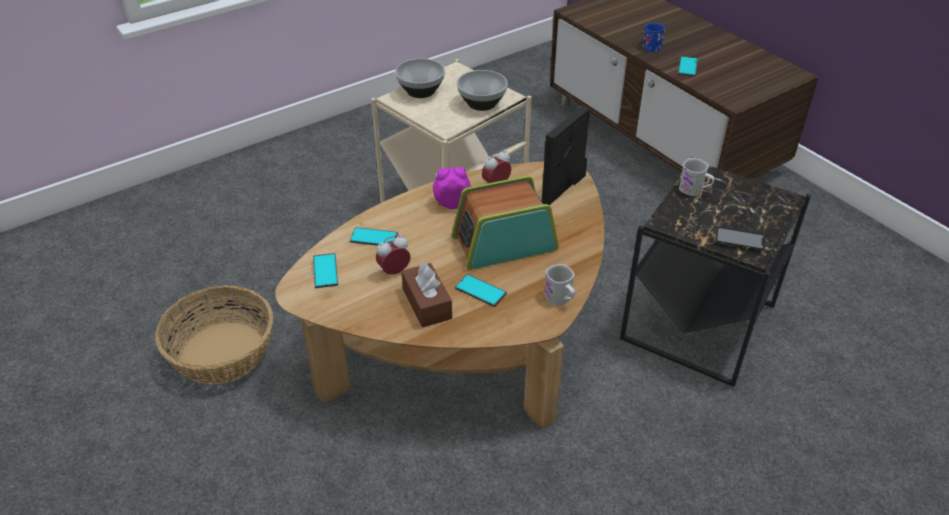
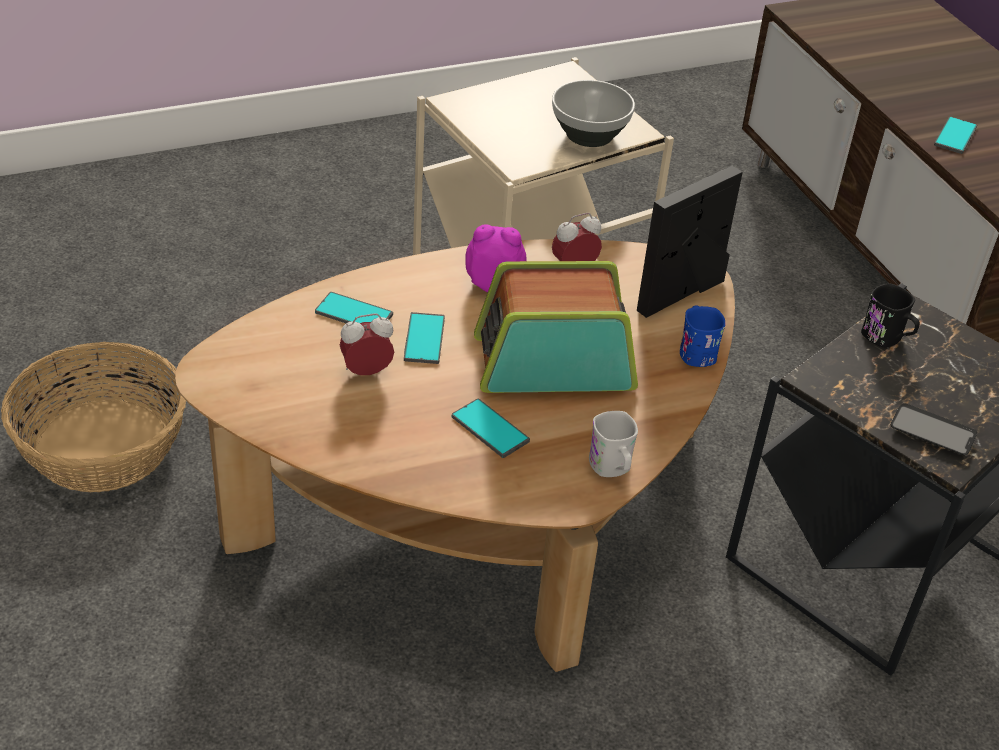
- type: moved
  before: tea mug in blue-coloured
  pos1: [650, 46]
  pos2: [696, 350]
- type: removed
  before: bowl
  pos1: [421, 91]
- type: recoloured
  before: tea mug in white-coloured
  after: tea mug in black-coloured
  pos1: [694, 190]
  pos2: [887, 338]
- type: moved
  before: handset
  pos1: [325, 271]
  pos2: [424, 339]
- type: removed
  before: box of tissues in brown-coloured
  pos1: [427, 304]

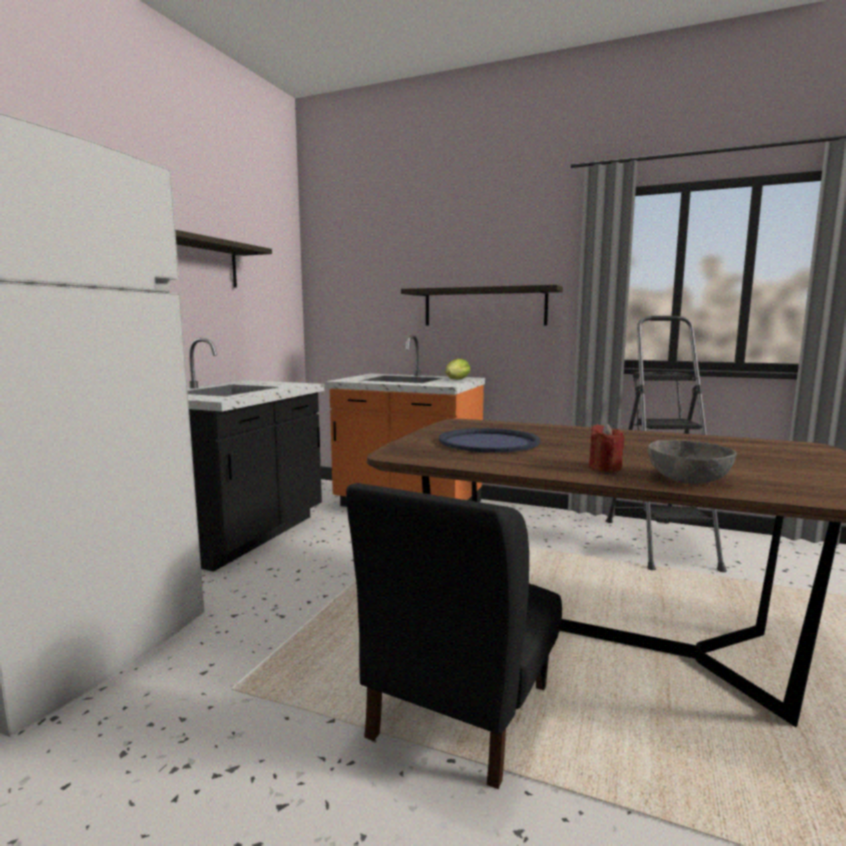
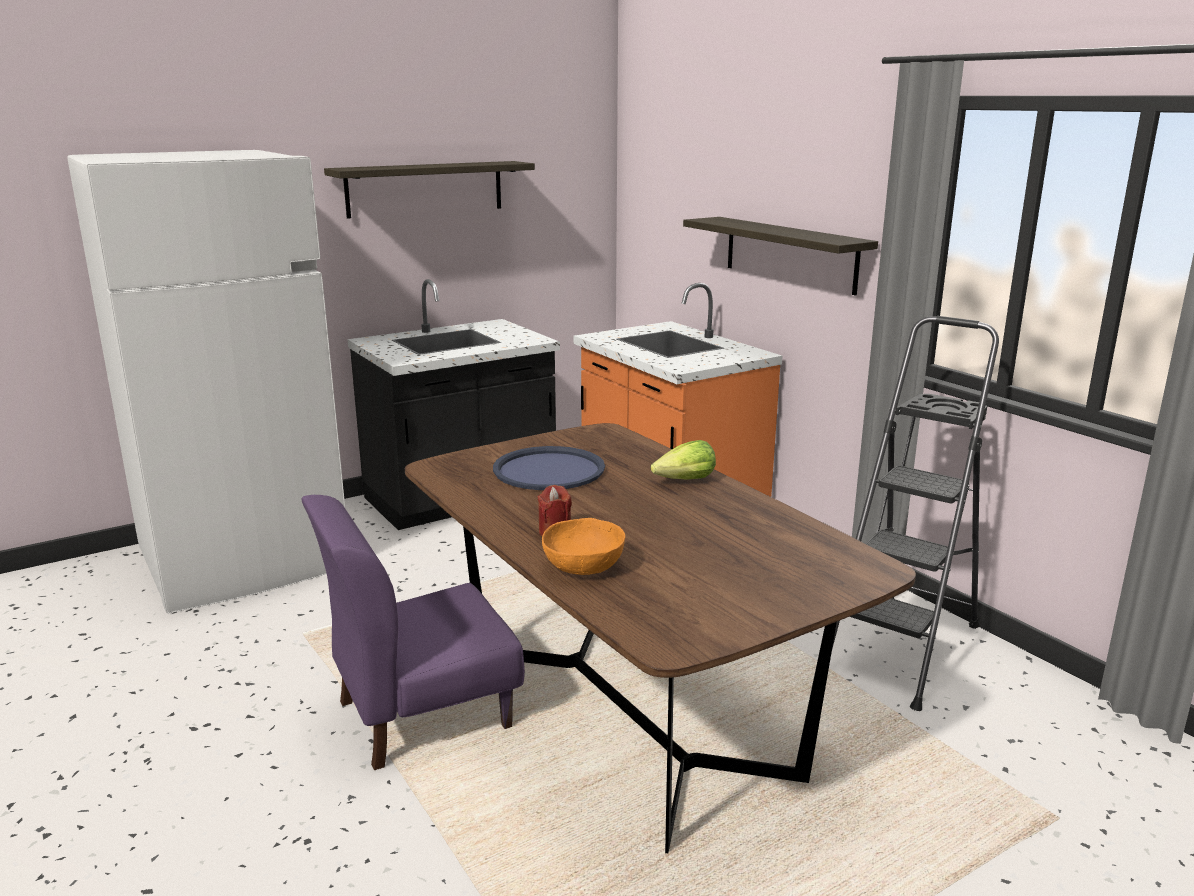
- type: moved
  before: lettuce
  pos1: [456, 380]
  pos2: [686, 480]
- type: recoloured
  before: bowl in gray
  after: bowl in orange-coloured
  pos1: [687, 479]
  pos2: [584, 566]
- type: recoloured
  before: chair in black-coloured
  after: chair in purple
  pos1: [459, 711]
  pos2: [422, 714]

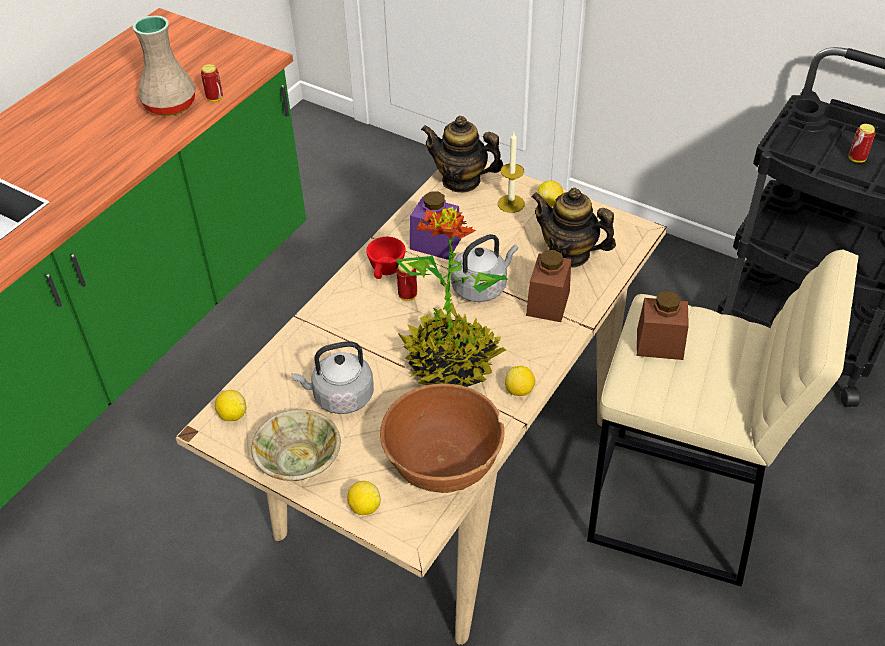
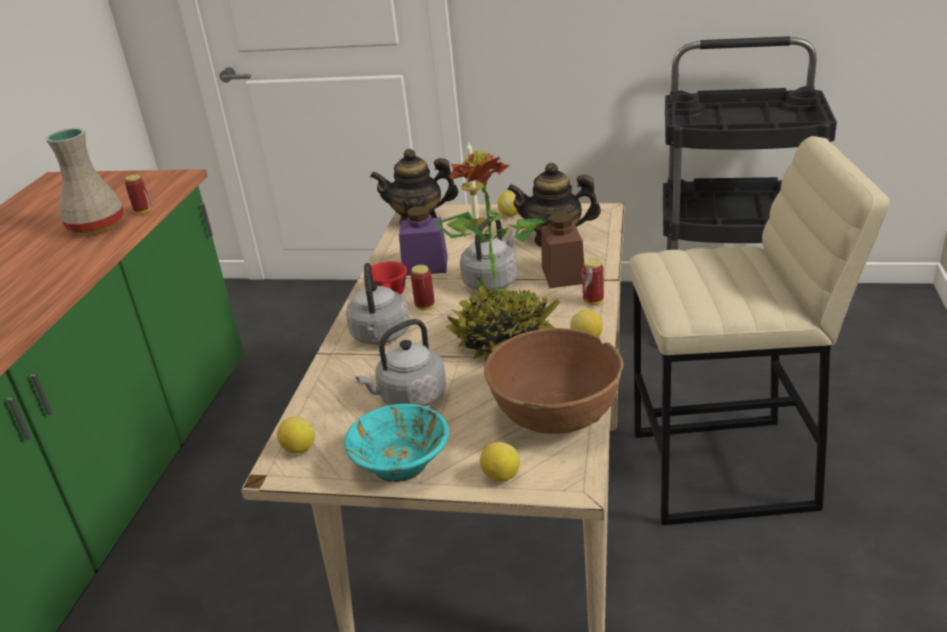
- type: moved
  before: sealed can
  pos1: [857, 159]
  pos2: [593, 301]
- type: removed
  before: jar in brown-coloured
  pos1: [659, 344]
- type: recoloured
  before: bowl in beige
  after: bowl in turquoise
  pos1: [300, 461]
  pos2: [401, 462]
- type: added
  after: tea kettle in gray
  pos2: [380, 336]

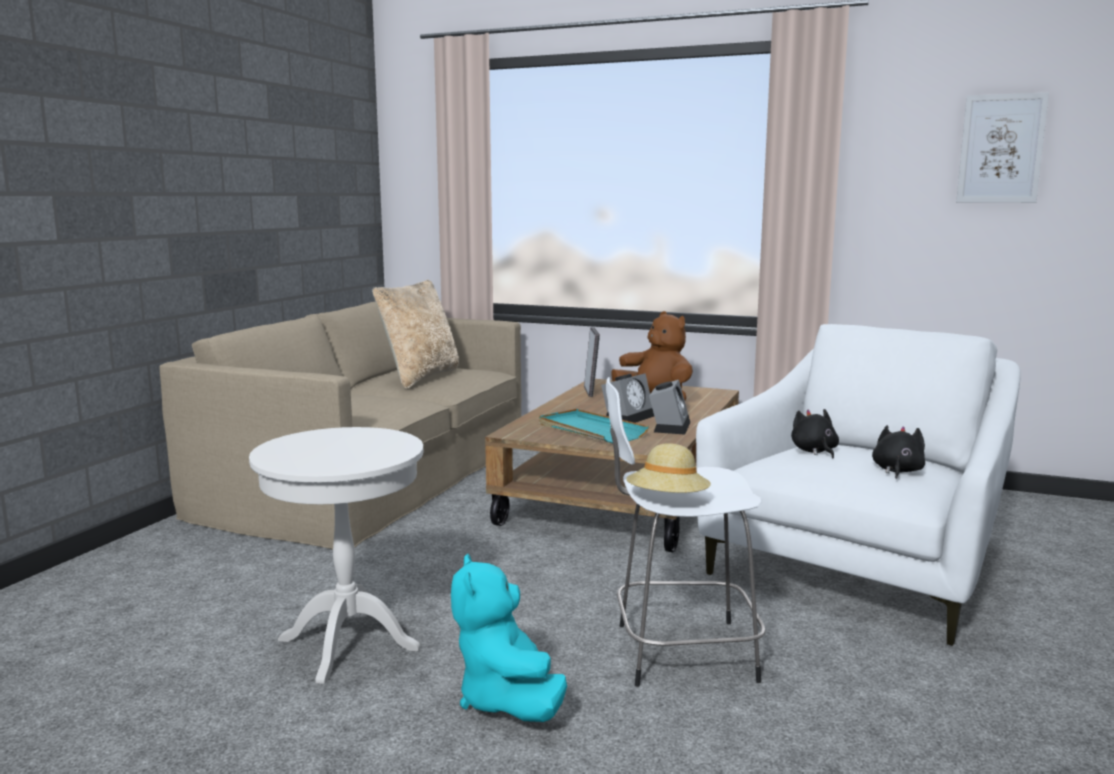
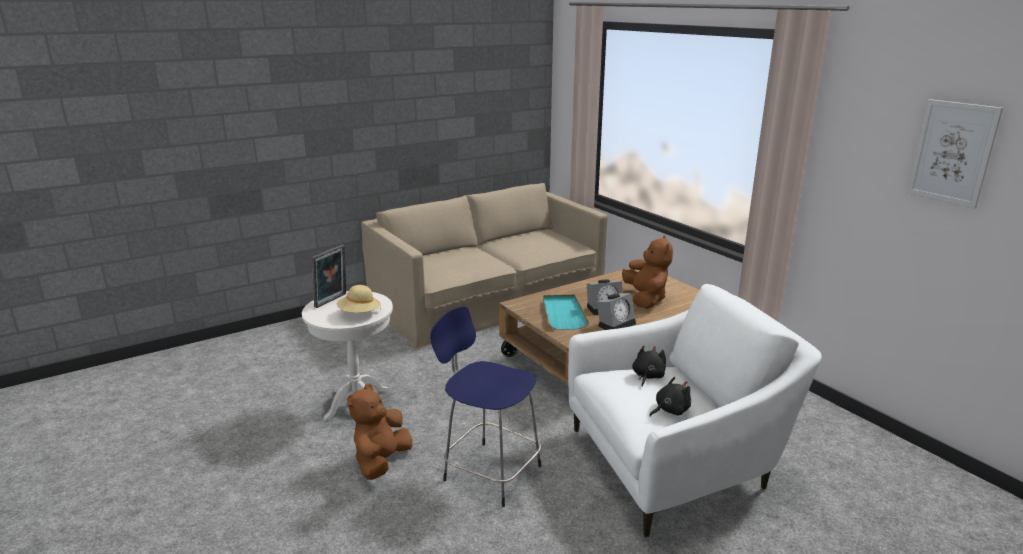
- type: removed
  before: throw pillow in beige
  pos1: [421, 378]
- type: moved
  before: picture frame
  pos1: [591, 391]
  pos2: [332, 301]
- type: recoloured
  before: stool seat in white-coloured
  after: stool seat in blue-coloured
  pos1: [679, 652]
  pos2: [489, 471]
- type: moved
  before: wearable hat in beige
  pos1: [668, 501]
  pos2: [359, 313]
- type: recoloured
  before: cuddly toy in turquoise
  after: cuddly toy in brown-coloured
  pos1: [507, 700]
  pos2: [381, 462]

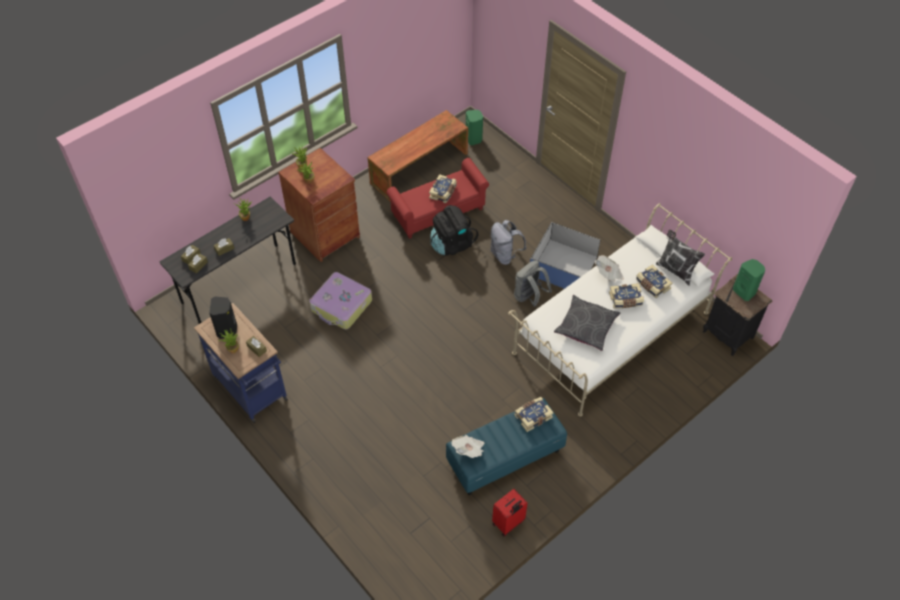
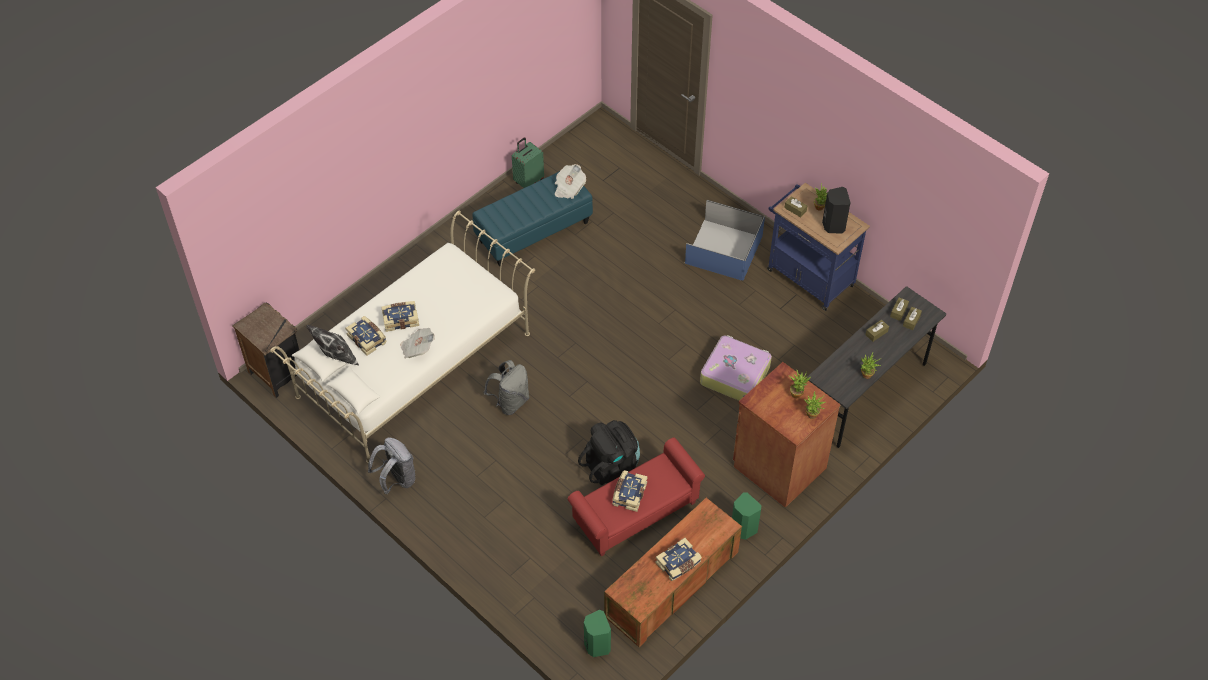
- type: moved
  before: backpack in gray
  pos1: [505, 255]
  pos2: [396, 480]
- type: moved
  before: storage box in blue-coloured
  pos1: [563, 266]
  pos2: [724, 249]
- type: moved
  before: speaker in green-coloured
  pos1: [744, 291]
  pos2: [743, 529]
- type: removed
  before: throw pillow in gray
  pos1: [586, 326]
- type: moved
  before: book
  pos1: [532, 416]
  pos2: [678, 563]
- type: recoloured
  before: suitcase in reddish
  after: suitcase in green-coloured
  pos1: [508, 523]
  pos2: [528, 181]

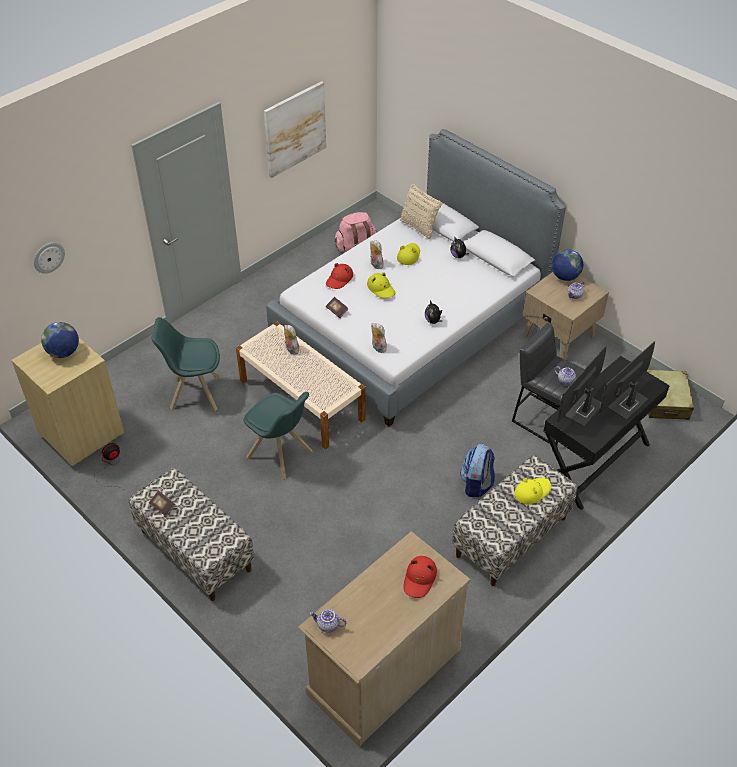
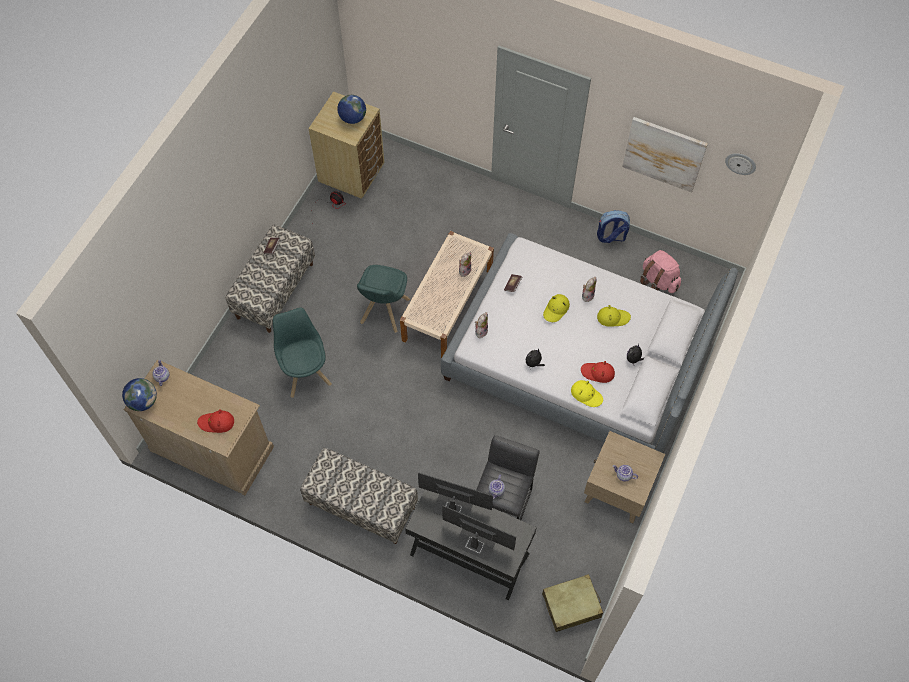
- type: removed
  before: throw pillow in beige
  pos1: [420, 227]
- type: moved
  before: hanging clock
  pos1: [48, 257]
  pos2: [740, 163]
- type: moved
  before: world globe
  pos1: [565, 276]
  pos2: [143, 401]
- type: moved
  before: wearable hat in reddish
  pos1: [339, 279]
  pos2: [597, 373]
- type: moved
  before: chair in turquoise
  pos1: [195, 393]
  pos2: [305, 373]
- type: moved
  before: backpack
  pos1: [476, 484]
  pos2: [611, 237]
- type: moved
  before: wearable hat in yellowish
  pos1: [532, 491]
  pos2: [586, 394]

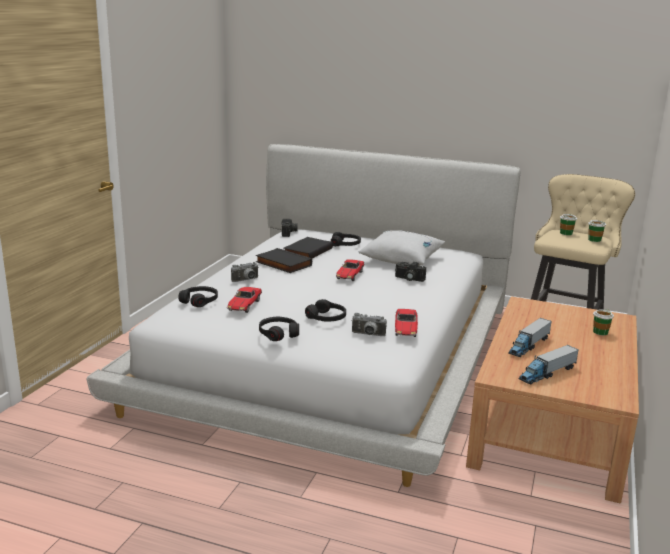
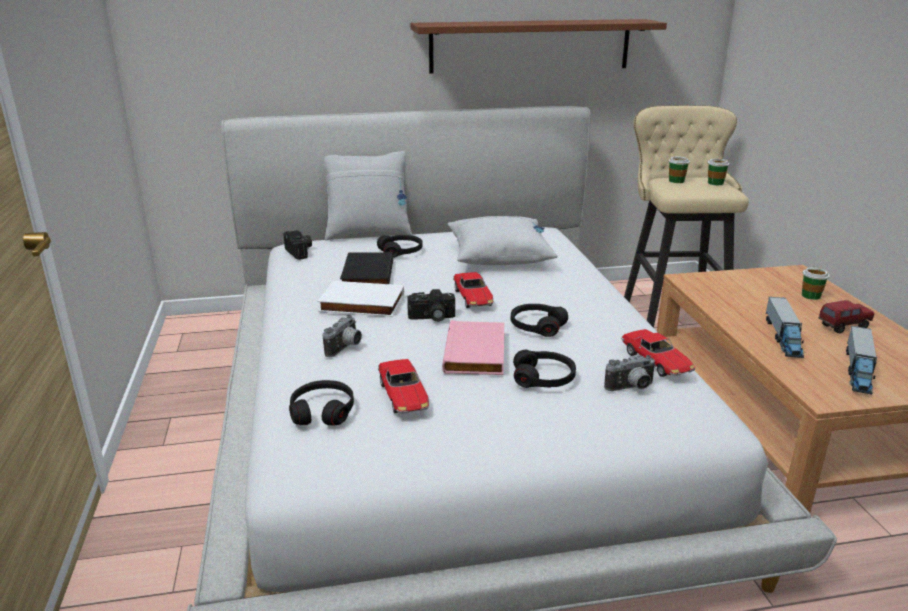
- type: recoloured
  before: book in black-coloured
  after: book in white-coloured
  pos1: [282, 264]
  pos2: [361, 304]
- type: moved
  before: still camera
  pos1: [408, 279]
  pos2: [431, 318]
- type: moved
  before: headphones in black-coloured
  pos1: [278, 334]
  pos2: [537, 326]
- type: added
  after: bracket shelf in brown-coloured
  pos2: [530, 46]
- type: added
  after: throw pillow in gray
  pos2: [368, 234]
- type: added
  after: toy truck
  pos2: [843, 327]
- type: added
  after: book in pinkish
  pos2: [477, 353]

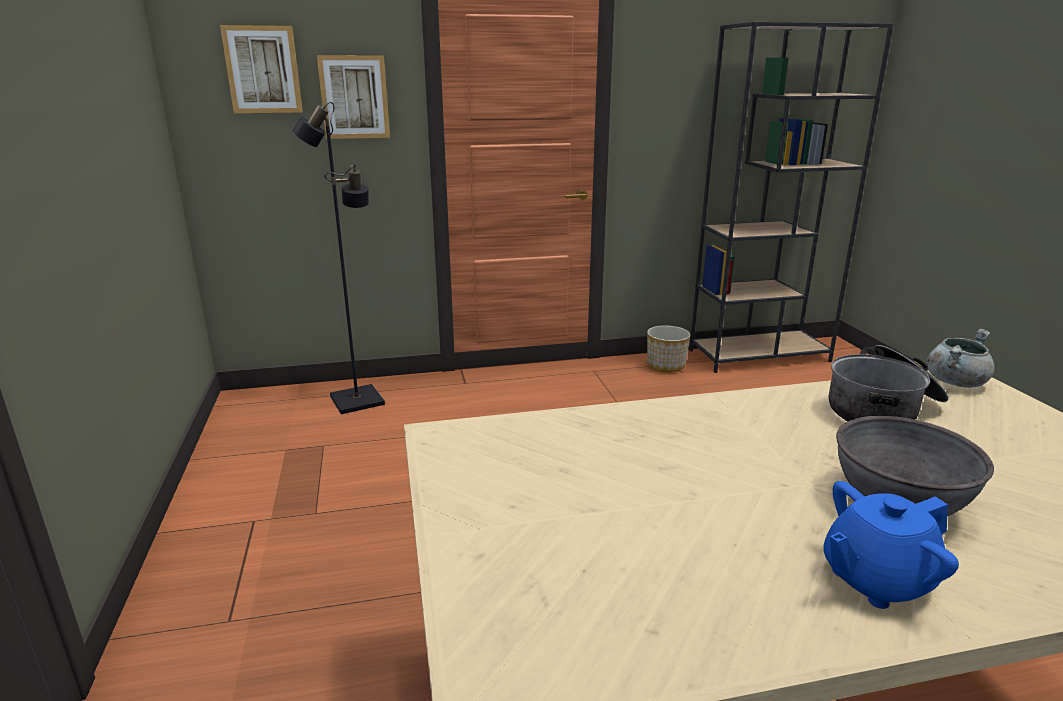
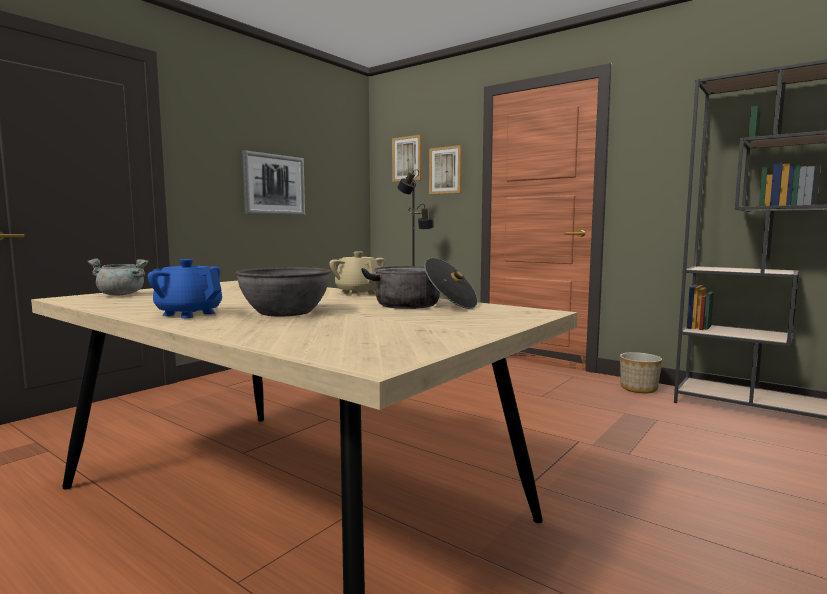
- type: moved
  before: cooking pot in gray
  pos1: [955, 381]
  pos2: [121, 294]
- type: added
  after: picture
  pos2: [274, 185]
- type: added
  after: teapot in beige
  pos2: [358, 293]

